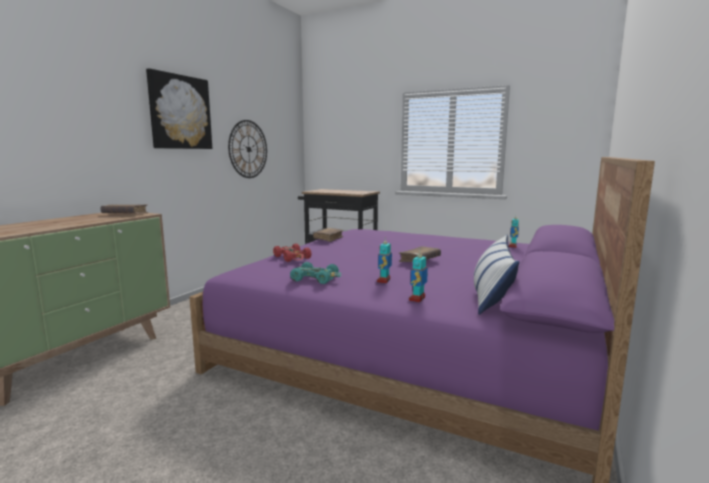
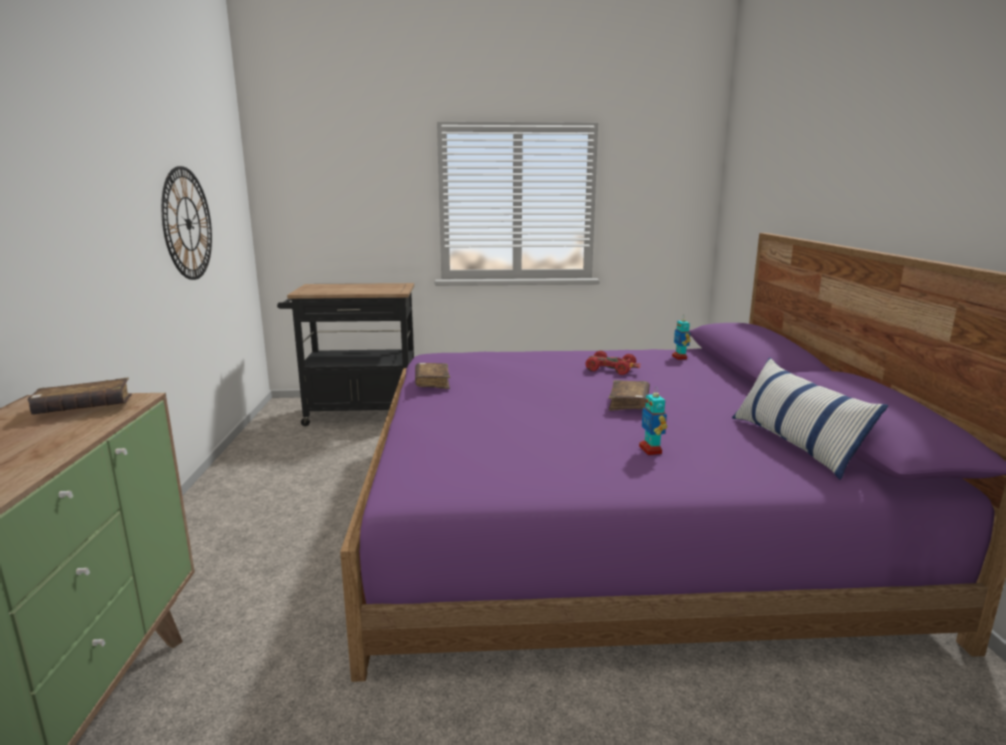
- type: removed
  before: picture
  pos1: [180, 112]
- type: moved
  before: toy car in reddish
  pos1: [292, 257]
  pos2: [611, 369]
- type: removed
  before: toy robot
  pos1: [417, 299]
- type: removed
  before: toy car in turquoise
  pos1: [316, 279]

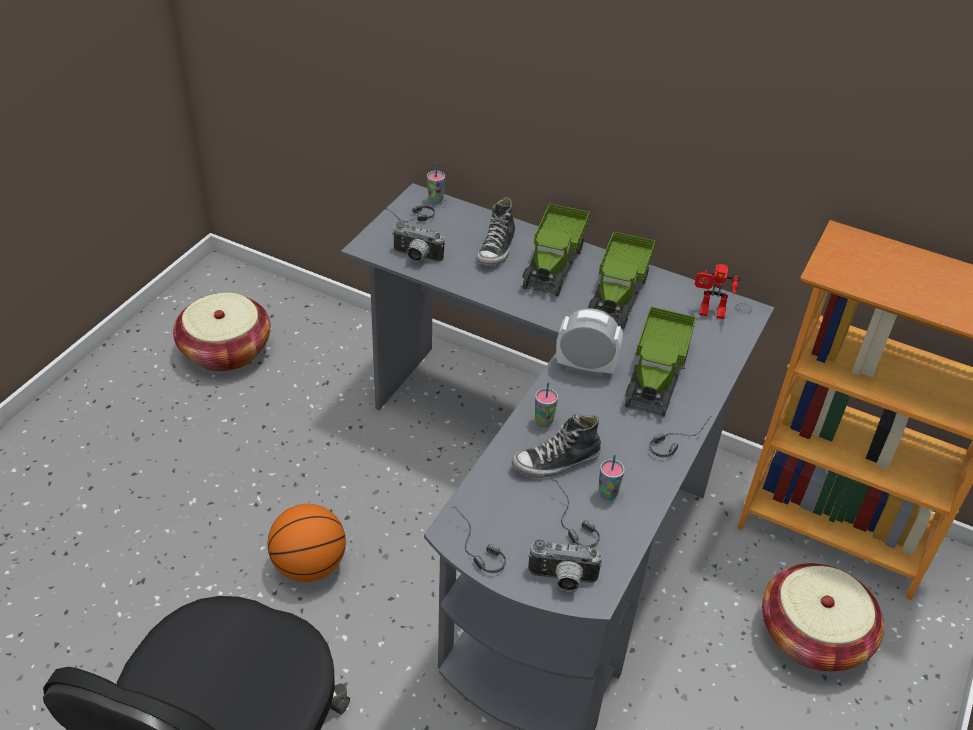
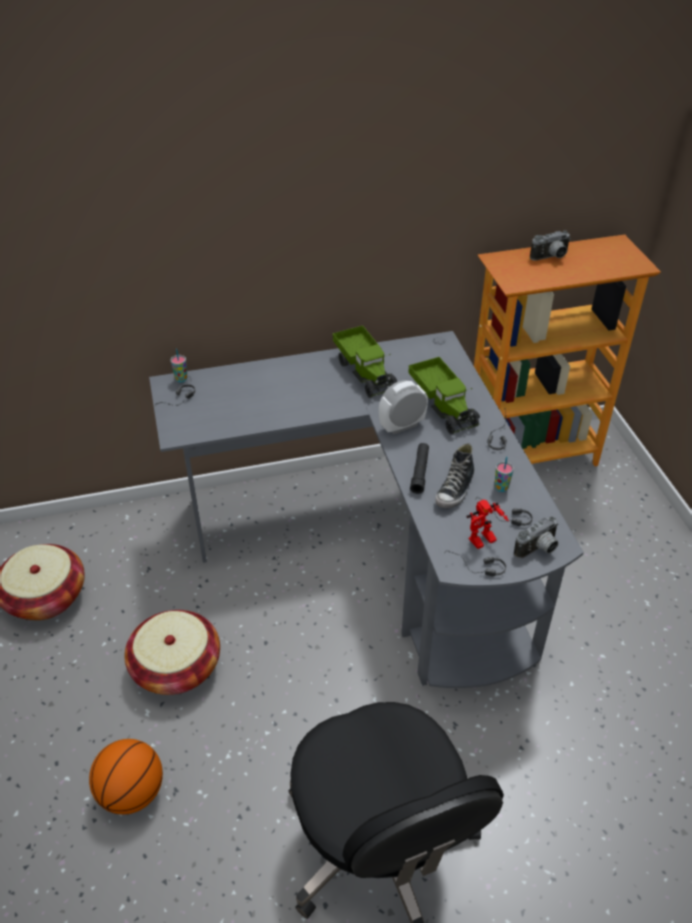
- type: removed
  before: item of footwear
  pos1: [497, 249]
- type: removed
  before: toy truck
  pos1: [554, 263]
- type: moved
  before: still camera
  pos1: [416, 257]
  pos2: [551, 258]
- type: moved
  before: toy robot
  pos1: [710, 313]
  pos2: [482, 542]
- type: replaced
  before: small cup
  after: torch in black-coloured
  pos1: [543, 421]
  pos2: [420, 472]
- type: moved
  before: basketball
  pos1: [309, 565]
  pos2: [132, 792]
- type: moved
  before: basket
  pos1: [813, 635]
  pos2: [176, 667]

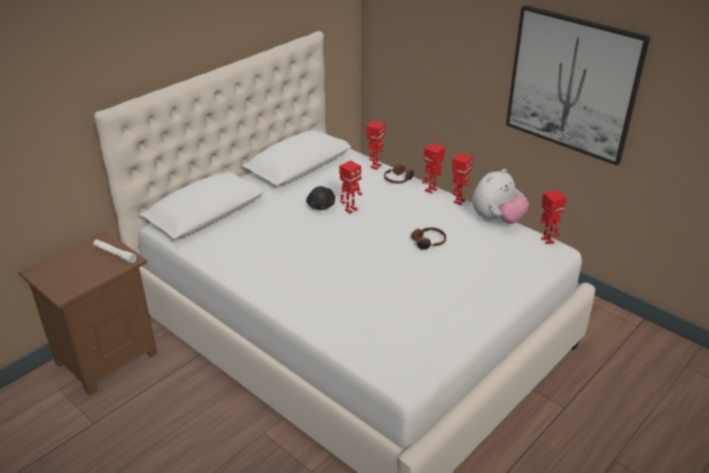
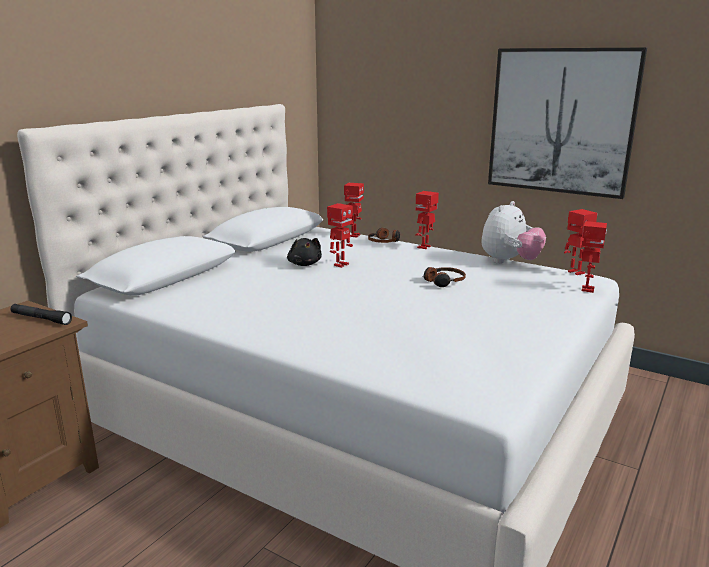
- type: moved
  before: toy robot
  pos1: [458, 201]
  pos2: [586, 289]
- type: recoloured
  before: torch in white-coloured
  after: torch in black-coloured
  pos1: [115, 254]
  pos2: [41, 319]

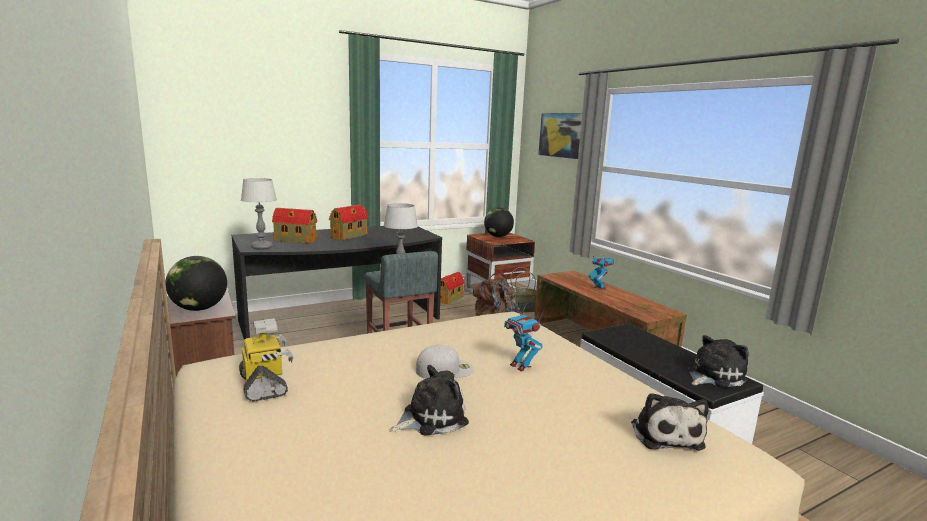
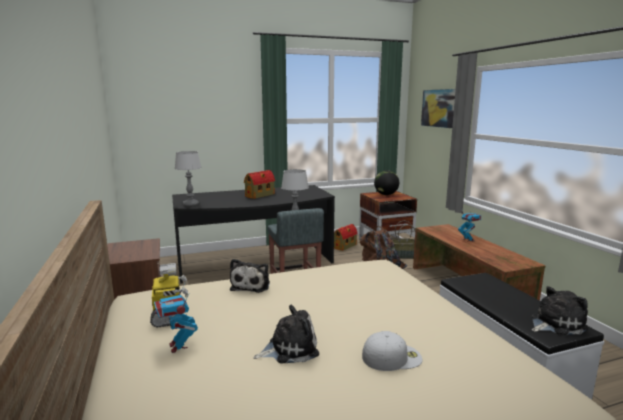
- type: removed
  before: miniature house
  pos1: [294, 240]
- type: removed
  before: world globe
  pos1: [199, 309]
- type: moved
  before: toy robot
  pos1: [521, 366]
  pos2: [178, 346]
- type: moved
  before: peaked cap in white-coloured
  pos1: [445, 369]
  pos2: [392, 357]
- type: moved
  before: cuddly toy
  pos1: [665, 434]
  pos2: [251, 285]

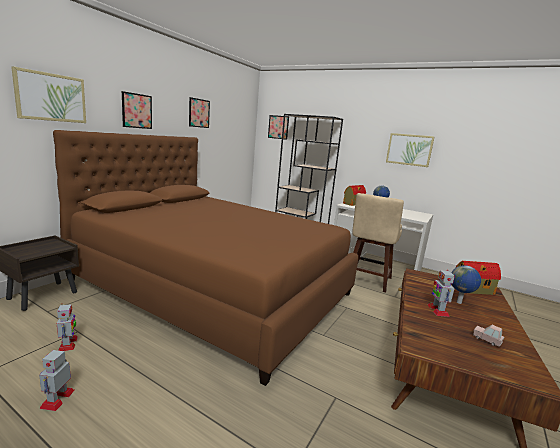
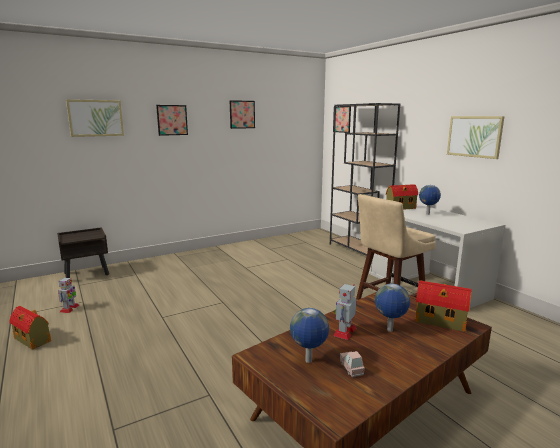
- type: removed
  before: sleeping bed in brown-coloured
  pos1: [213, 287]
- type: replaced
  before: toy robot
  after: miniature house
  pos1: [57, 398]
  pos2: [32, 340]
- type: added
  after: world globe
  pos2: [309, 361]

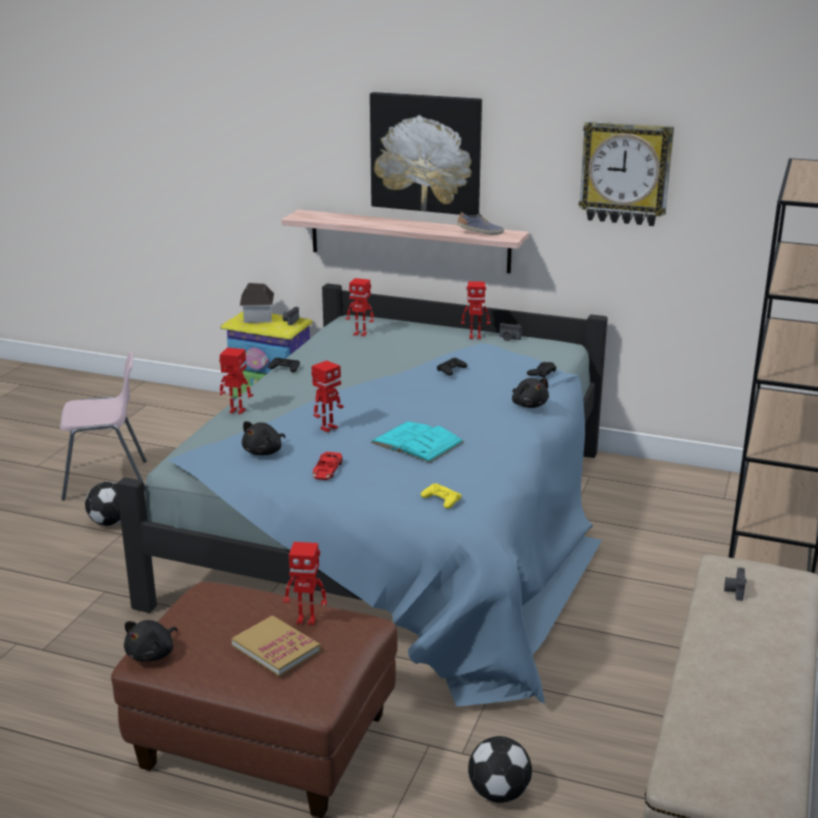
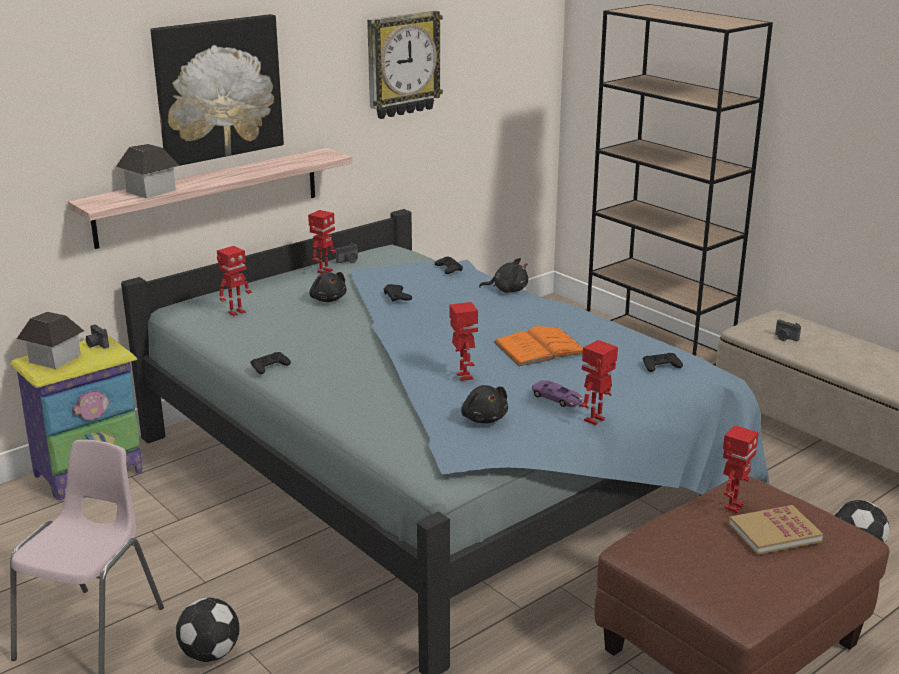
- type: removed
  before: item of footwear
  pos1: [480, 233]
- type: moved
  before: toy robot
  pos1: [236, 411]
  pos2: [595, 420]
- type: recoloured
  before: book in turquoise
  after: book in orange-coloured
  pos1: [417, 442]
  pos2: [540, 347]
- type: recoloured
  before: toy car in reddish
  after: toy car in purple
  pos1: [327, 470]
  pos2: [557, 398]
- type: recoloured
  before: gamepad in yellowish
  after: gamepad in black-coloured
  pos1: [441, 500]
  pos2: [661, 366]
- type: moved
  before: cuddly toy in black-coloured
  pos1: [152, 654]
  pos2: [328, 299]
- type: added
  after: miniature house
  pos2: [150, 191]

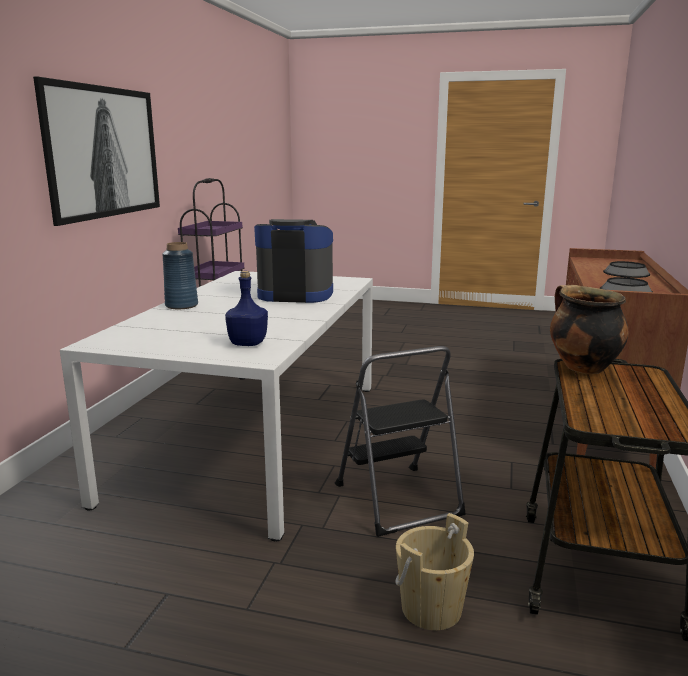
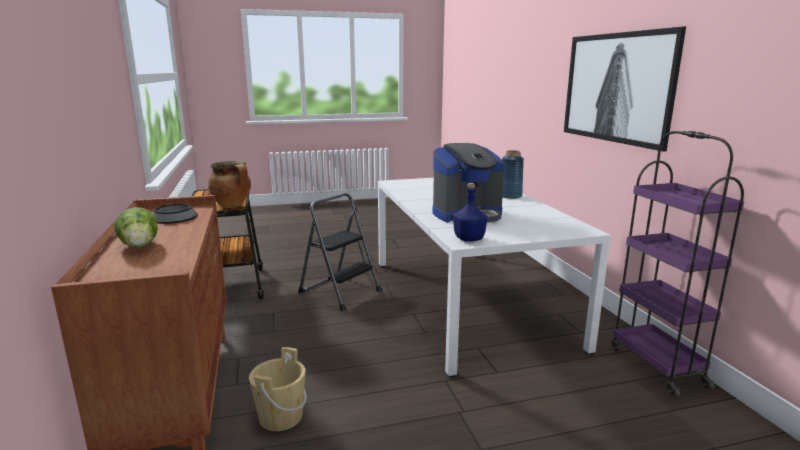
- type: replaced
  before: bowl
  after: lettuce
  pos1: [626, 273]
  pos2: [140, 247]
- type: moved
  before: bottle in blue-coloured
  pos1: [248, 343]
  pos2: [468, 239]
- type: moved
  before: water bucket in beige
  pos1: [431, 608]
  pos2: [281, 417]

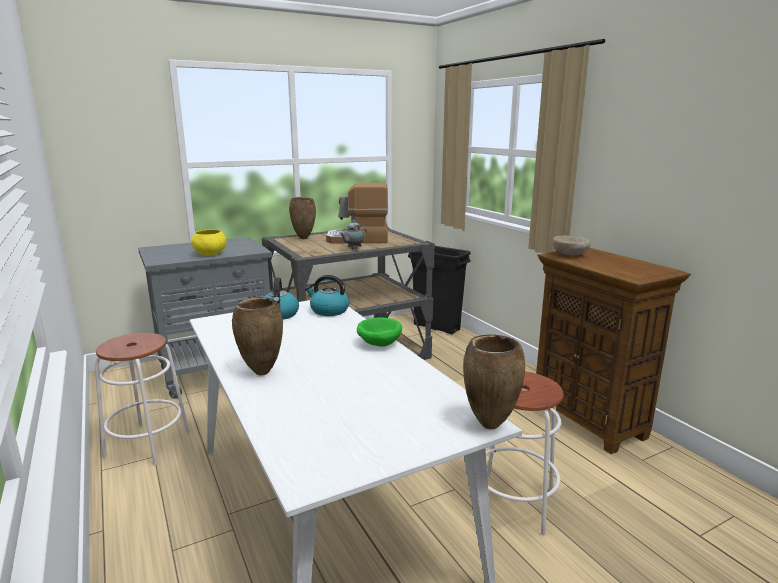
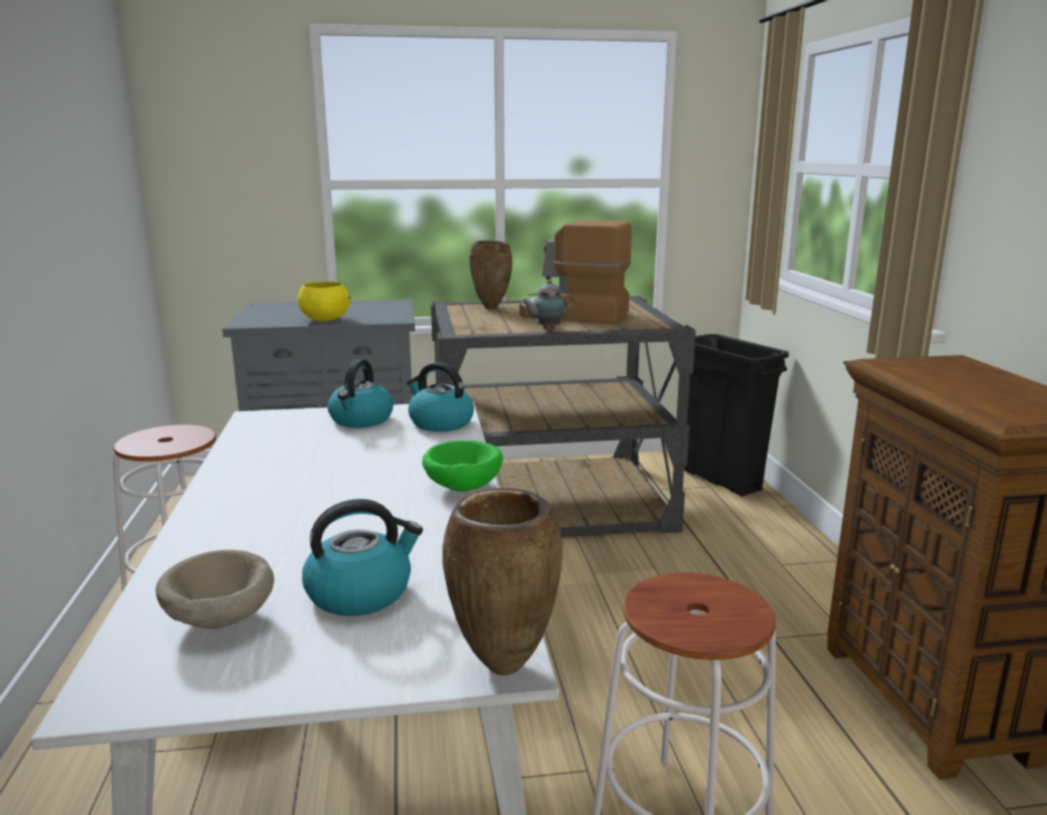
- type: moved
  before: bowl in beige
  pos1: [570, 255]
  pos2: [219, 621]
- type: removed
  before: flower vase in brown-coloured
  pos1: [261, 373]
- type: added
  after: tea kettle
  pos2: [361, 593]

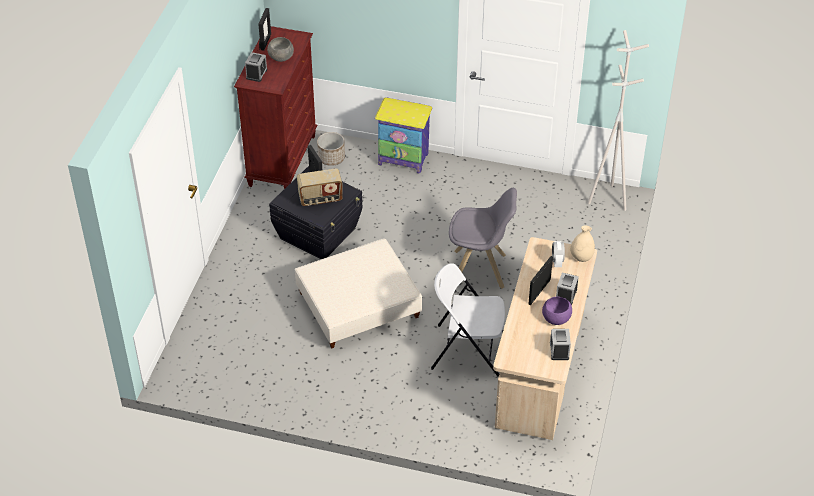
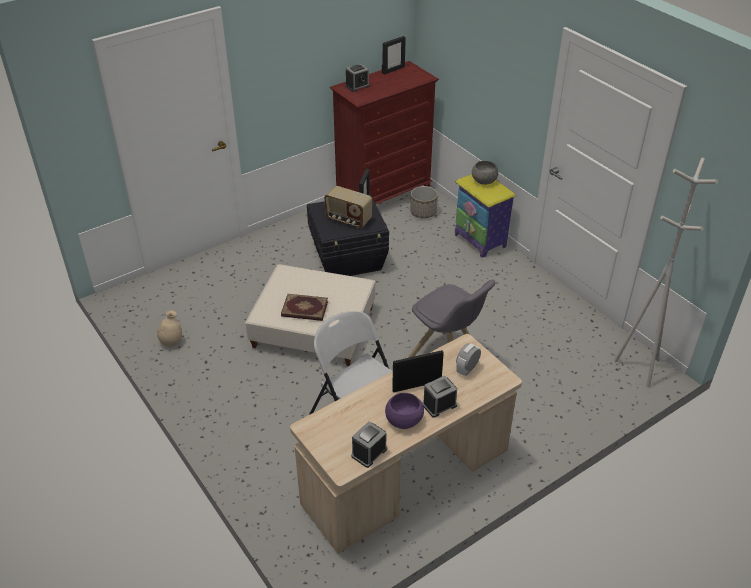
- type: moved
  before: bowl in gray
  pos1: [281, 57]
  pos2: [484, 180]
- type: moved
  before: flower vase in beige
  pos1: [581, 257]
  pos2: [171, 342]
- type: added
  after: book
  pos2: [304, 309]

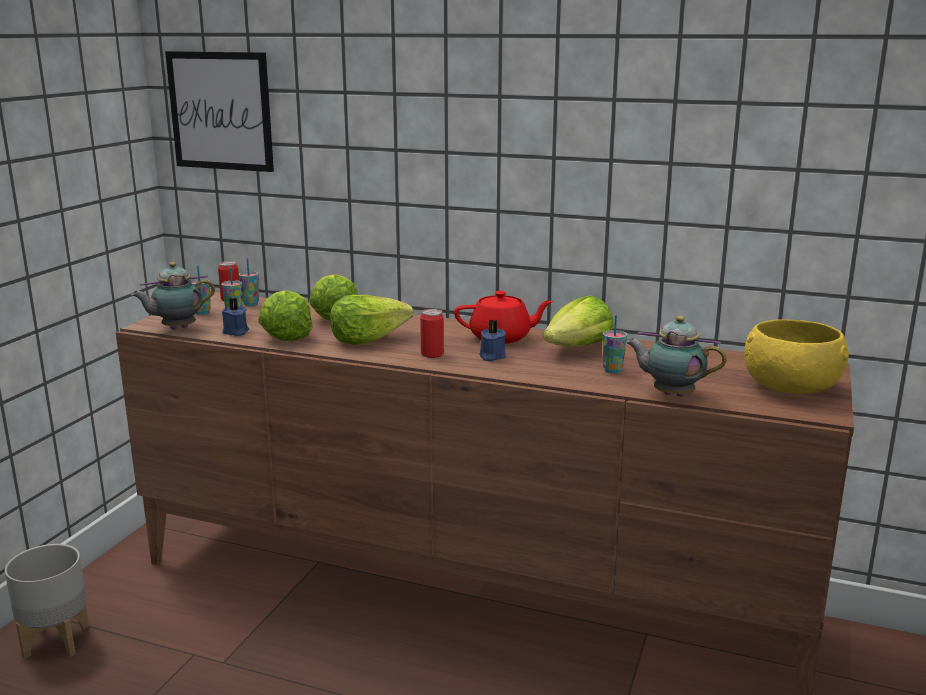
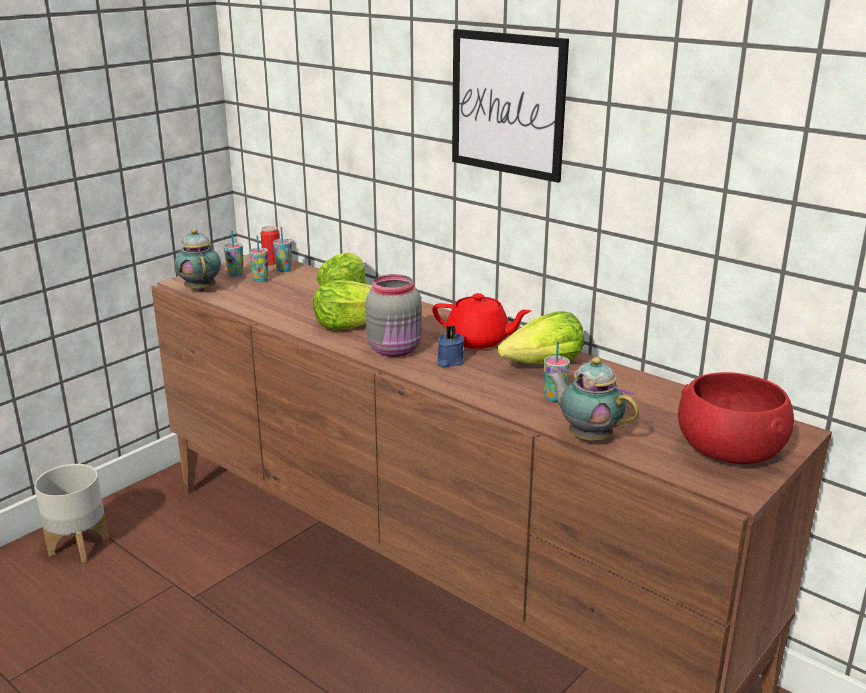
- type: moved
  before: picture
  pos1: [220, 111]
  pos2: [507, 104]
- type: turned
  before: teapot
  pos1: [176, 328]
  pos2: [200, 289]
  turn: 75
- type: removed
  before: lettuce
  pos1: [286, 335]
- type: removed
  before: wax light in blue-coloured
  pos1: [235, 332]
- type: replaced
  before: sealed can
  after: jar in gray
  pos1: [432, 354]
  pos2: [396, 350]
- type: recoloured
  before: bowl in yellowish
  after: bowl in reddish
  pos1: [791, 388]
  pos2: [729, 452]

